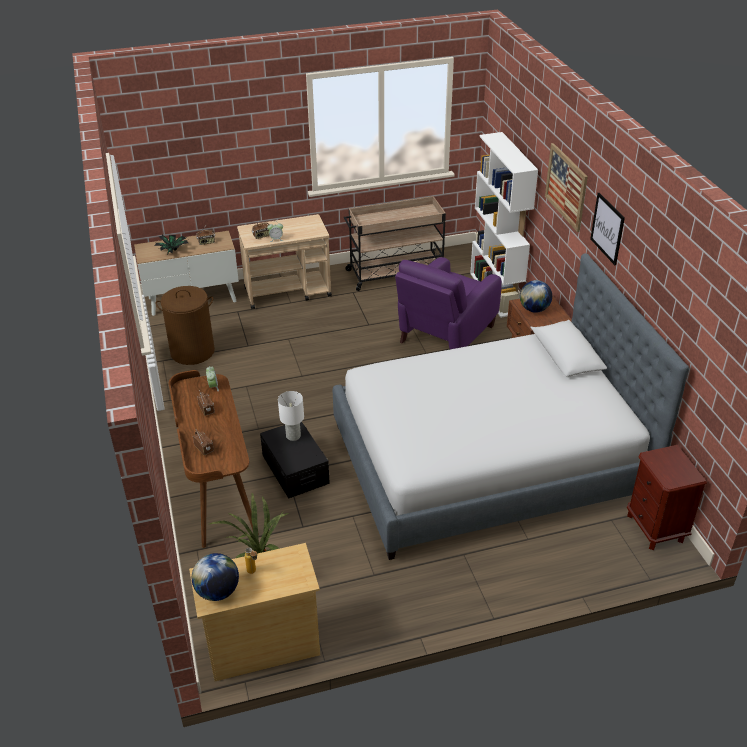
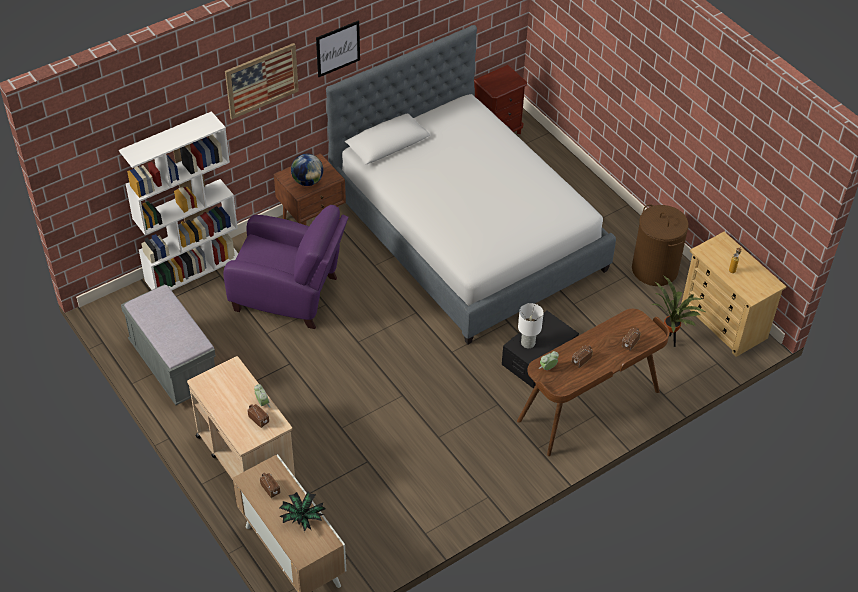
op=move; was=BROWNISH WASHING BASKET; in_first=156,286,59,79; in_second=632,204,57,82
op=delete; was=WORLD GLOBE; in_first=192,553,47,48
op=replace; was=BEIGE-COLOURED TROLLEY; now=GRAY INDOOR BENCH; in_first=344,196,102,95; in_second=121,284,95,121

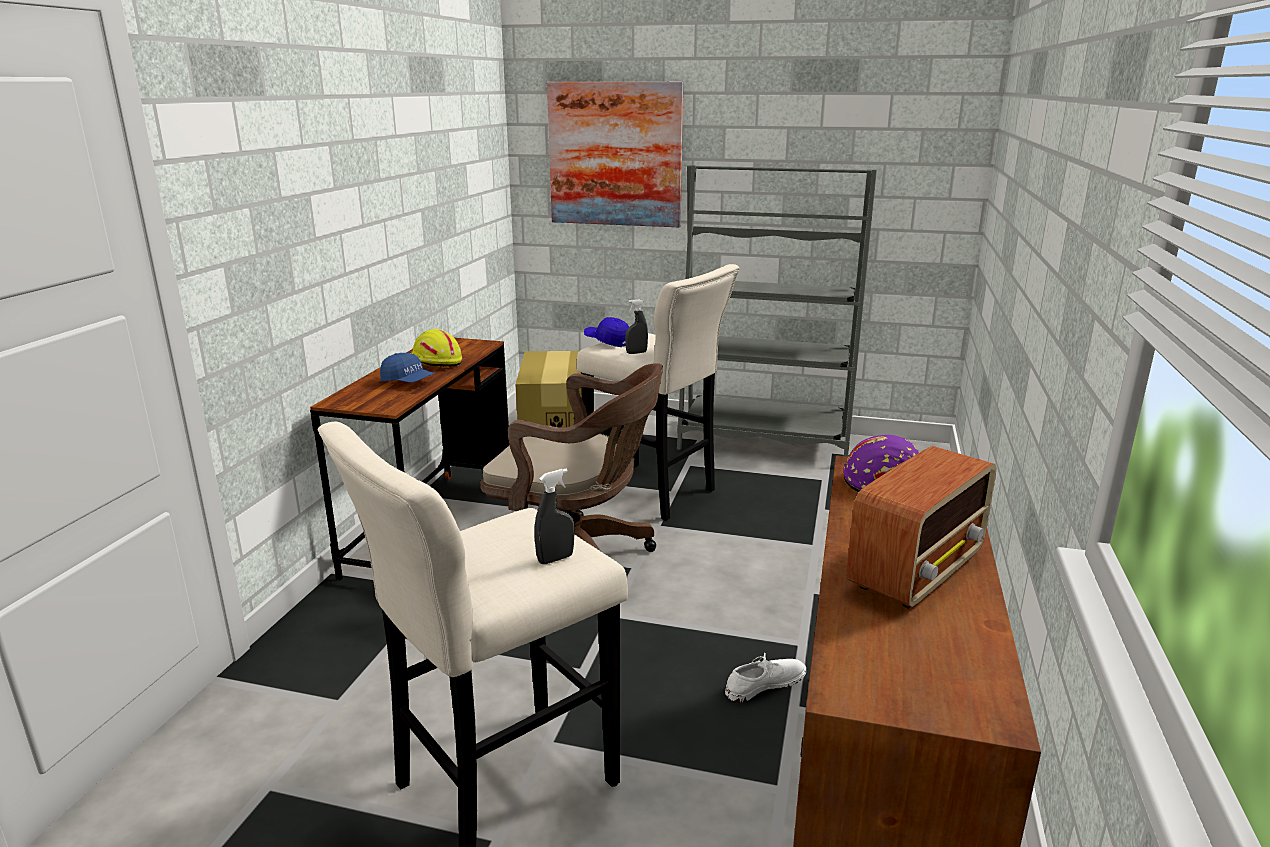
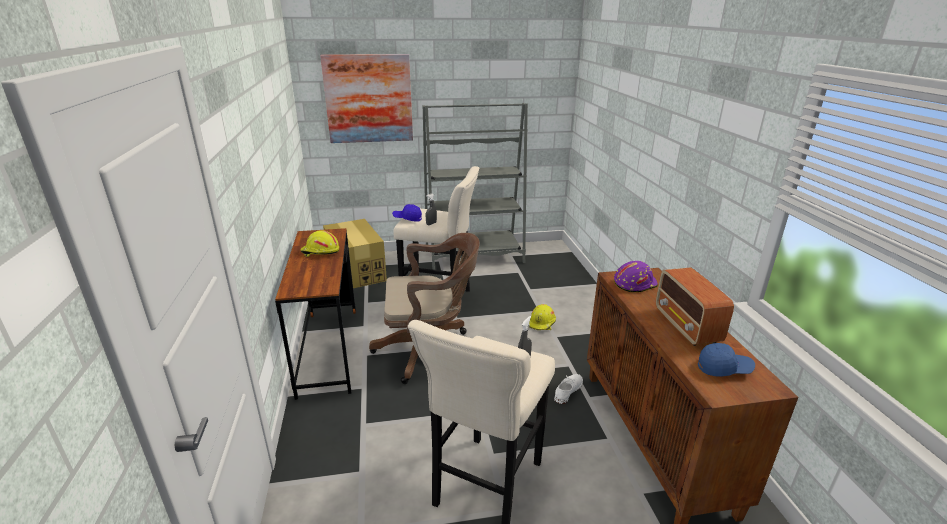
op=move; was=BLUE-COLOURED BASEBALL CAP; in_first=380,353,56,30; in_second=698,343,57,34
op=rotate; was=RADIO RECEIVER; in_first=847,446,150,163; in_second=656,267,78,79; clockwise=150
op=insert; now=YELLOW-COLOURED WORK HELMET; in_second=529,304,27,26

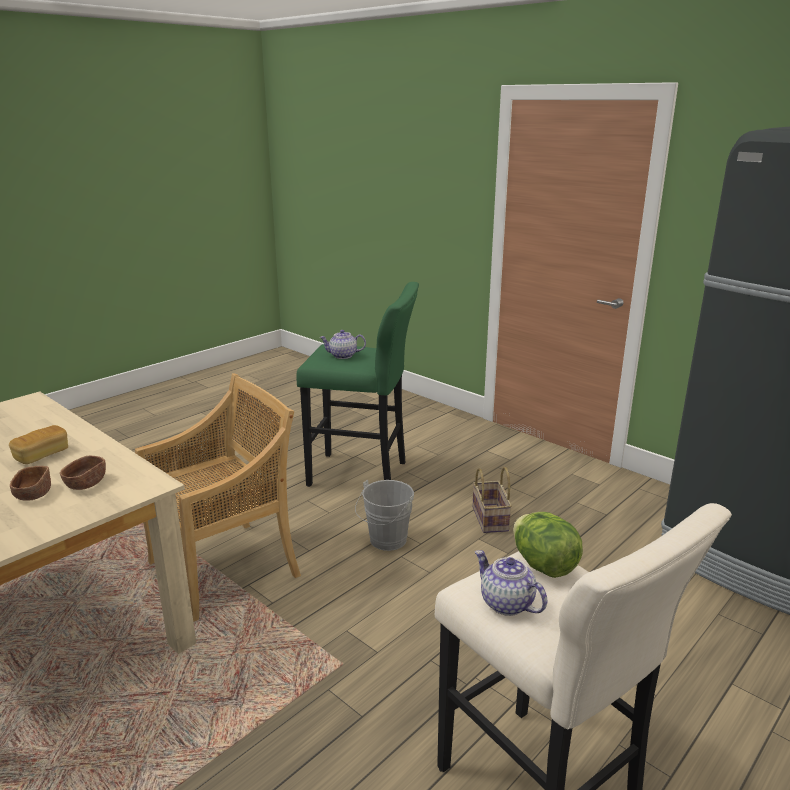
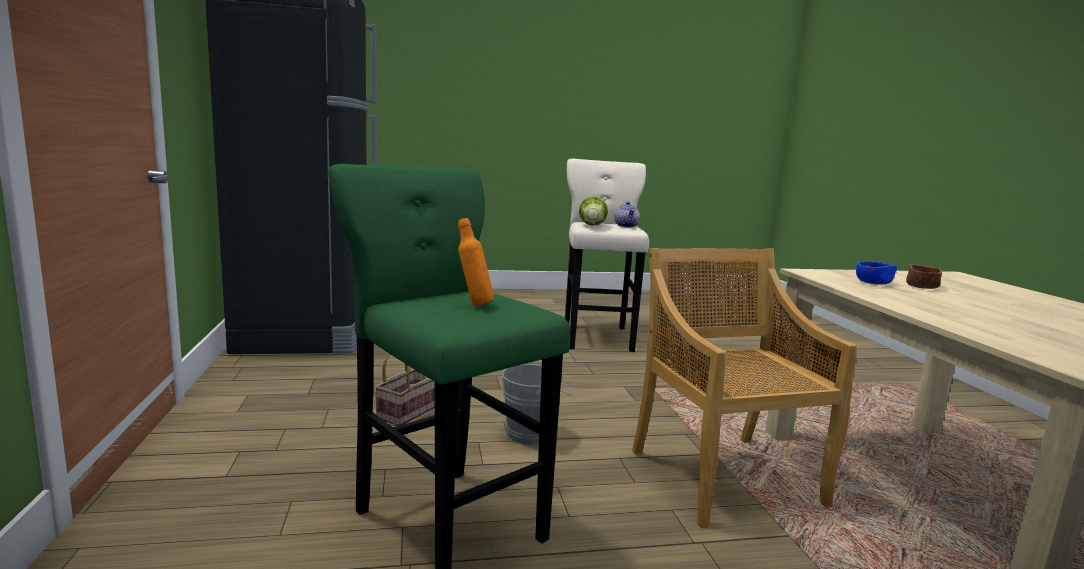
op=delete; was=BAKERY BREAD; in_first=9,425,59,39
op=recolor; was=BROWNISH SERVING BOWL; now=BLUE-COLOURED SERVING BOWL; in_first=60,456,46,34; in_second=856,261,41,24
op=rotate; was=BEIGE-COLOURED UPRIGHT CHAIR; in_first=135,374,166,248; in_second=632,248,225,280; clockwise=75
op=replace; was=TEAPOT; now=ORANGE BEVERAGE BOTTLE; in_first=319,330,47,29; in_second=458,218,36,89

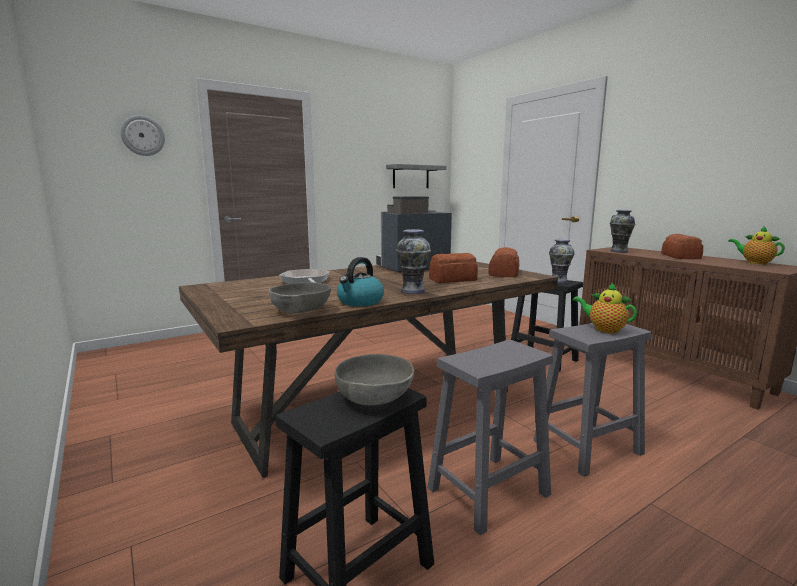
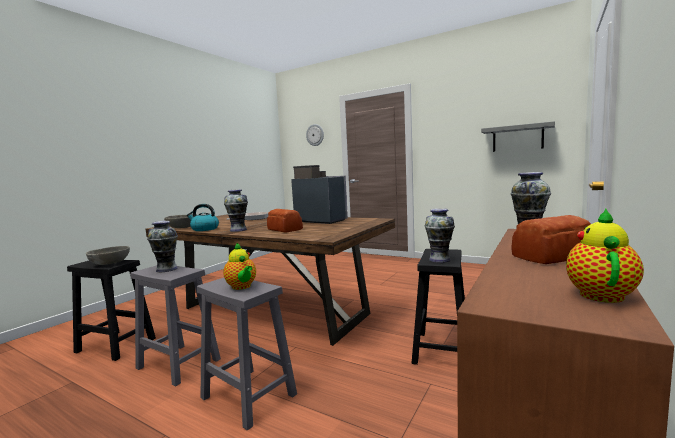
op=delete; was=BAKERY BREAD; in_first=489,247,30,30
op=rotate; was=TEAPOT; in_first=573,282,64,52; in_second=223,243,33,47; clockwise=135
op=insert; now=DECORATIVE VASE; in_second=147,221,31,51

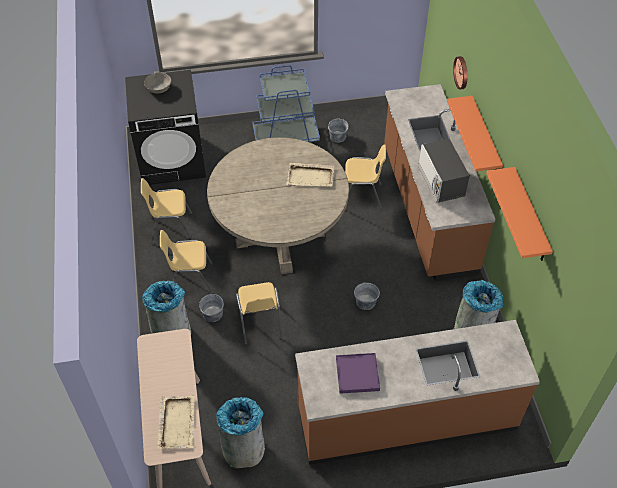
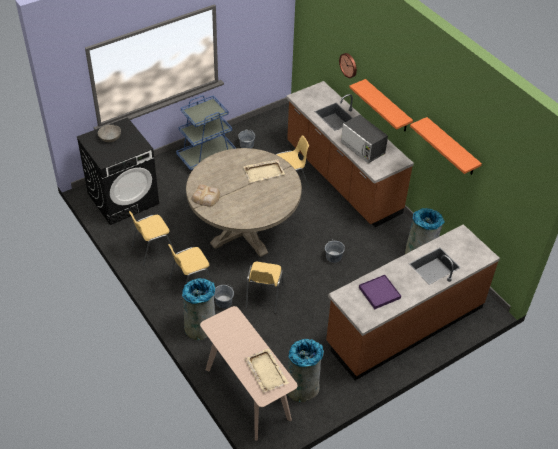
op=rotate; was=YELLOW-COLOURED UPRIGHT CHAIR; in_first=236,282,46,63; in_second=246,262,38,52; clockwise=45
op=insert; now=BAKERY BREAD; in_second=191,184,29,23

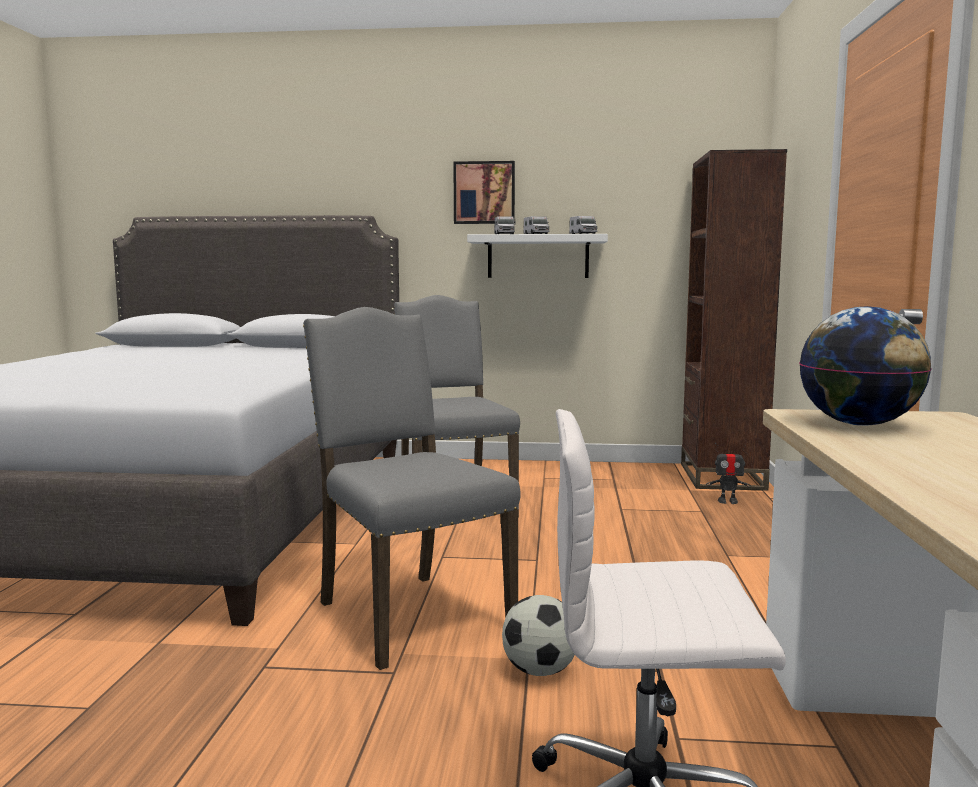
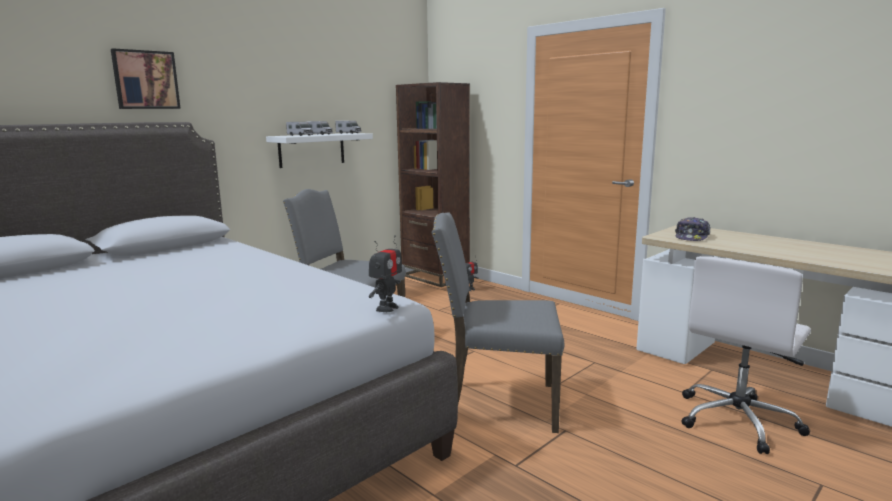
op=move; was=WALL ART; in_first=453,161,62,63; in_second=111,48,70,61
op=delete; was=FOOTBALL; in_first=502,595,73,81
op=replace; was=WORLD GLOBE; now=BASEBALL CAP; in_first=799,306,133,120; in_second=675,217,35,24
op=insert; now=MODEL ROBOT; in_second=369,236,33,76

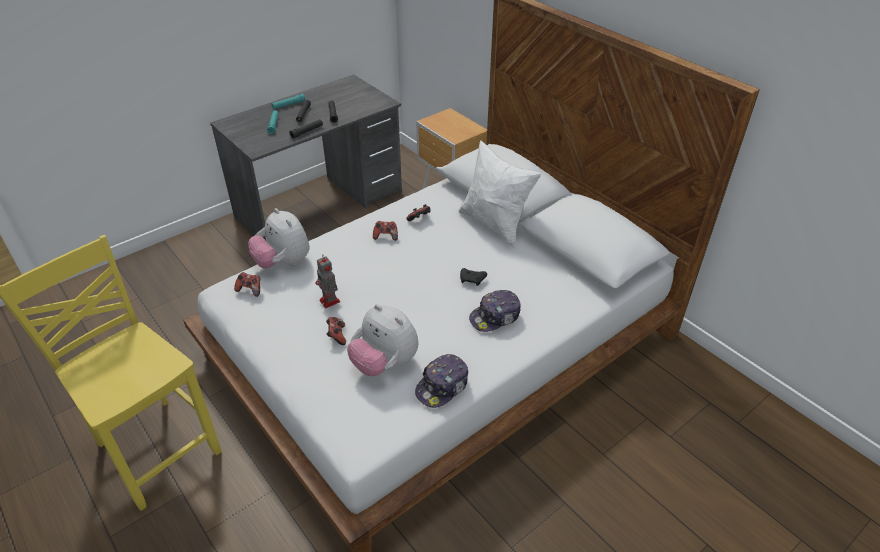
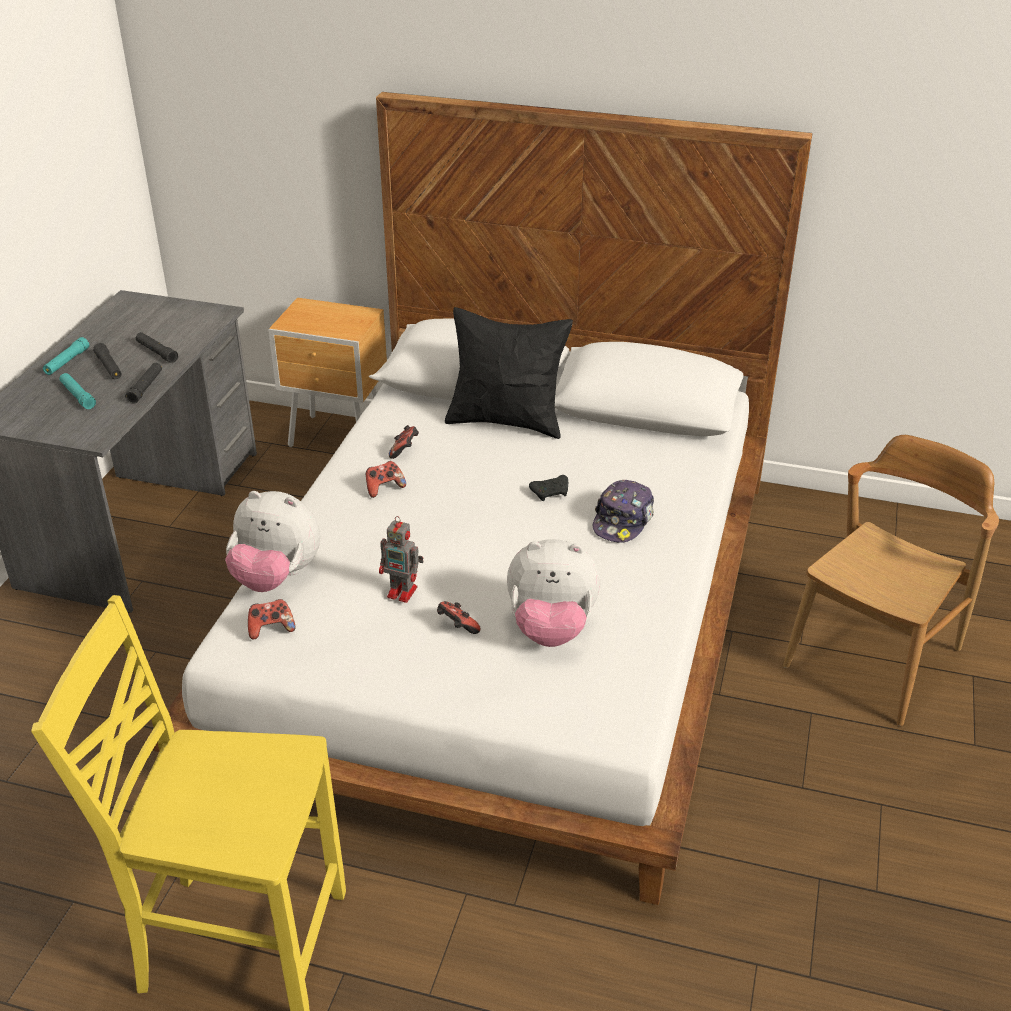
op=delete; was=BASEBALL CAP; in_first=415,354,53,54
op=recolor; was=WHITE-COLOURED CUSHION; now=BLACK-COLOURED CUSHION; in_first=459,141,82,107; in_second=445,307,128,132
op=insert; now=BROWNISH UPRIGHT CHAIR; in_second=783,435,216,291

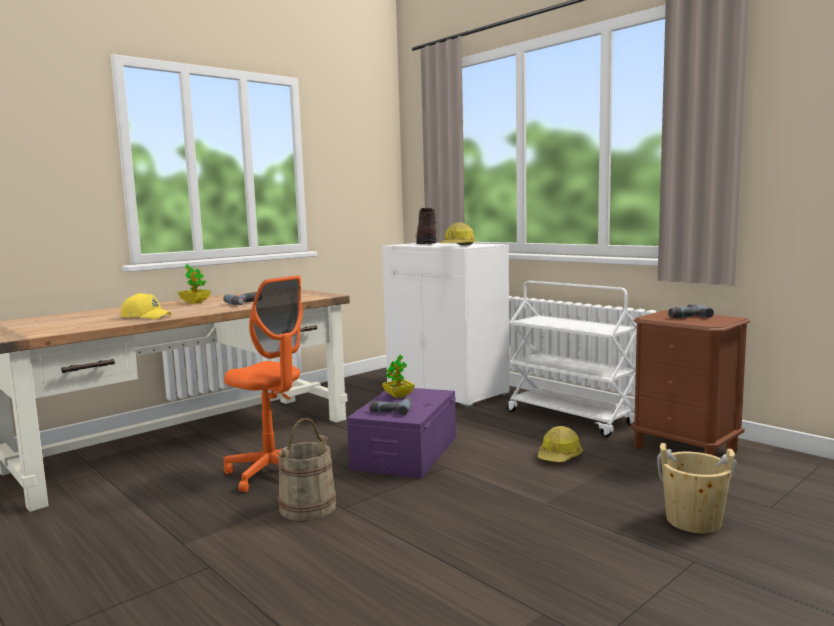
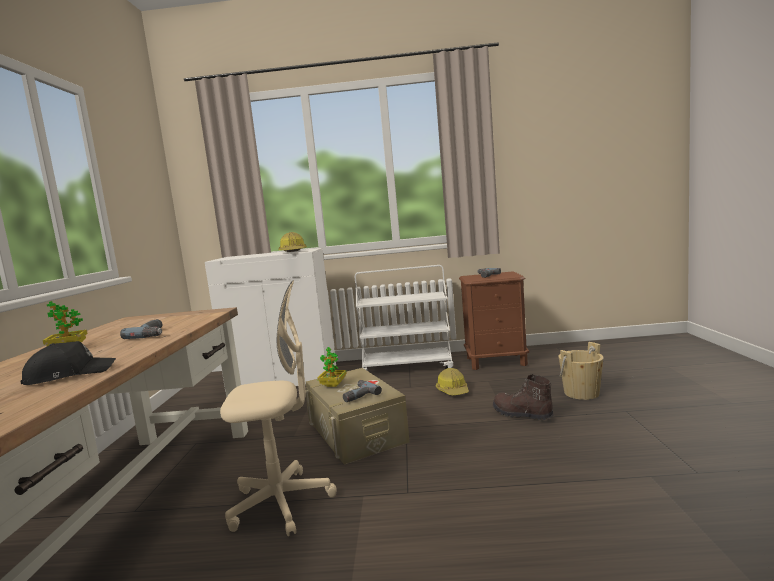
op=recolor; was=YELLOW-COLOURED BASEBALL CAP; now=BLACK-COLOURED BASEBALL CAP; in_first=121,293,50,26; in_second=20,341,96,44
op=recolor; was=ORANGE OFFICE CHAIR; now=BEIGE-COLOURED OFFICE CHAIR; in_first=224,275,79,218; in_second=220,280,116,256
op=delete; was=BEIGE-COLOURED PAIL; in_first=278,418,58,103
op=recolor; was=PURPLE STORAGE CONTAINER; now=BEIGE-COLOURED STORAGE CONTAINER; in_first=347,388,109,91; in_second=306,368,104,97
op=move; was=BROWNISH BOOT; in_first=416,208,20,36; in_second=493,374,61,46

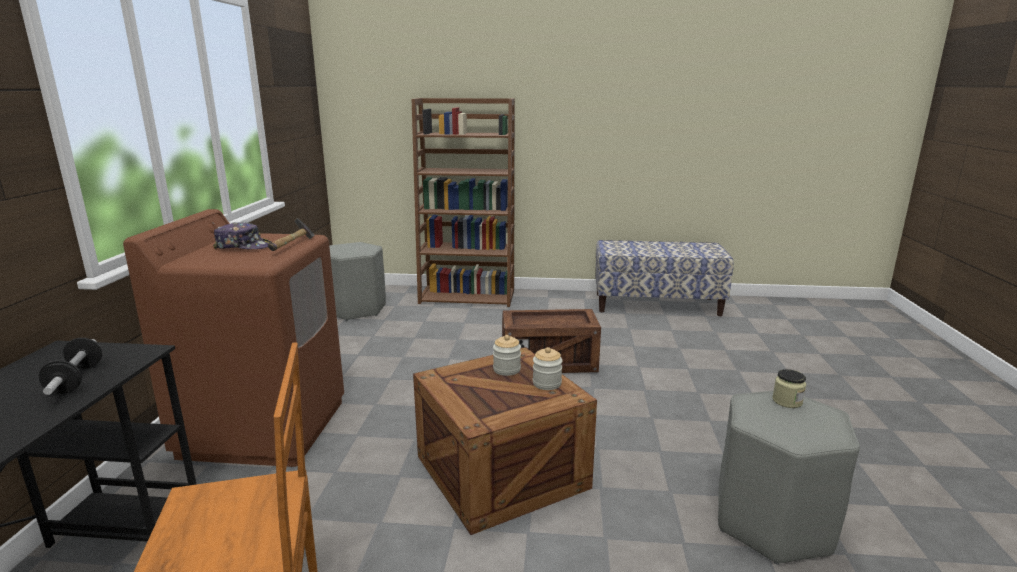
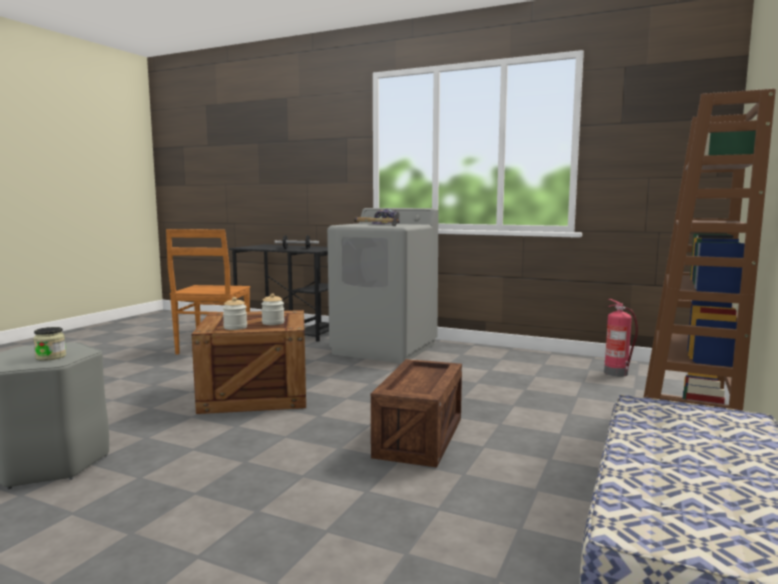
op=recolor; was=BROWNISH LAUNDRY MACHINE; now=GRAY LAUNDRY MACHINE; in_first=123,209,221,258; in_second=327,208,111,156
op=replace; was=GRAY SITTING STOOL; now=FIRE EXTINGUISHER; in_first=329,242,57,79; in_second=604,299,34,78

